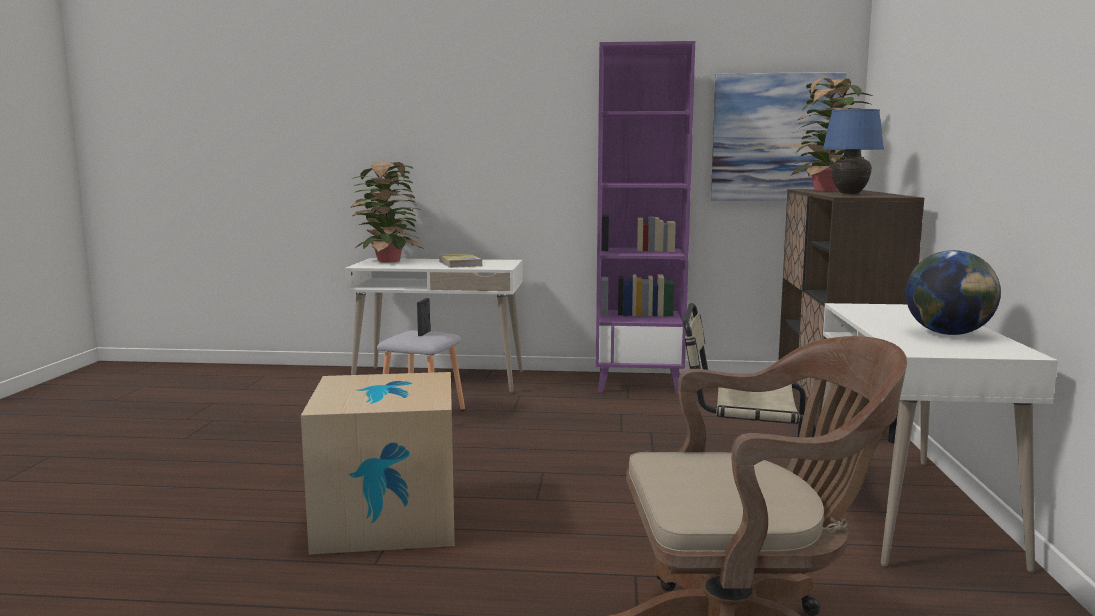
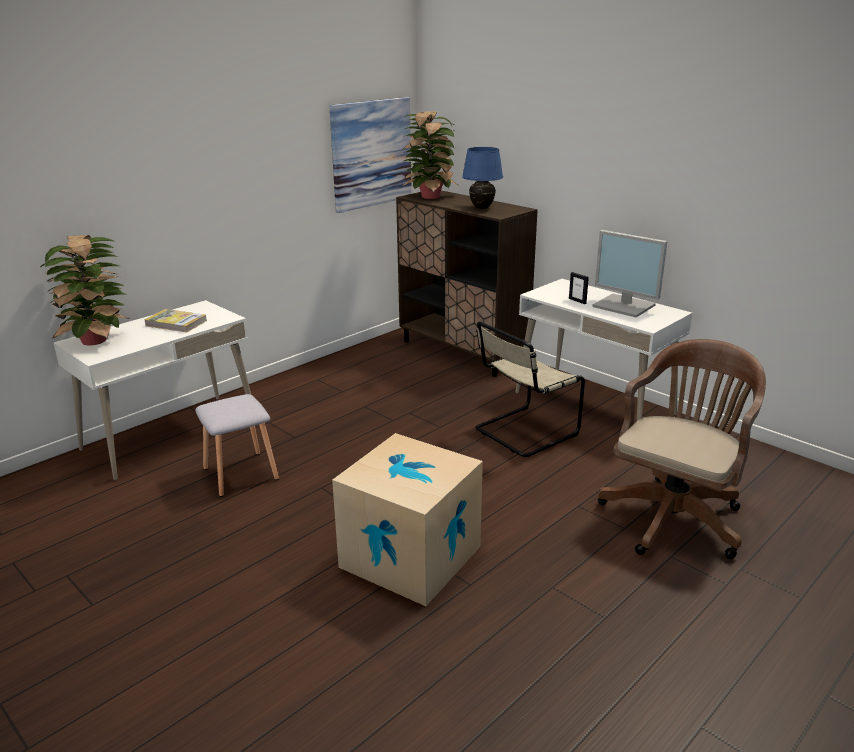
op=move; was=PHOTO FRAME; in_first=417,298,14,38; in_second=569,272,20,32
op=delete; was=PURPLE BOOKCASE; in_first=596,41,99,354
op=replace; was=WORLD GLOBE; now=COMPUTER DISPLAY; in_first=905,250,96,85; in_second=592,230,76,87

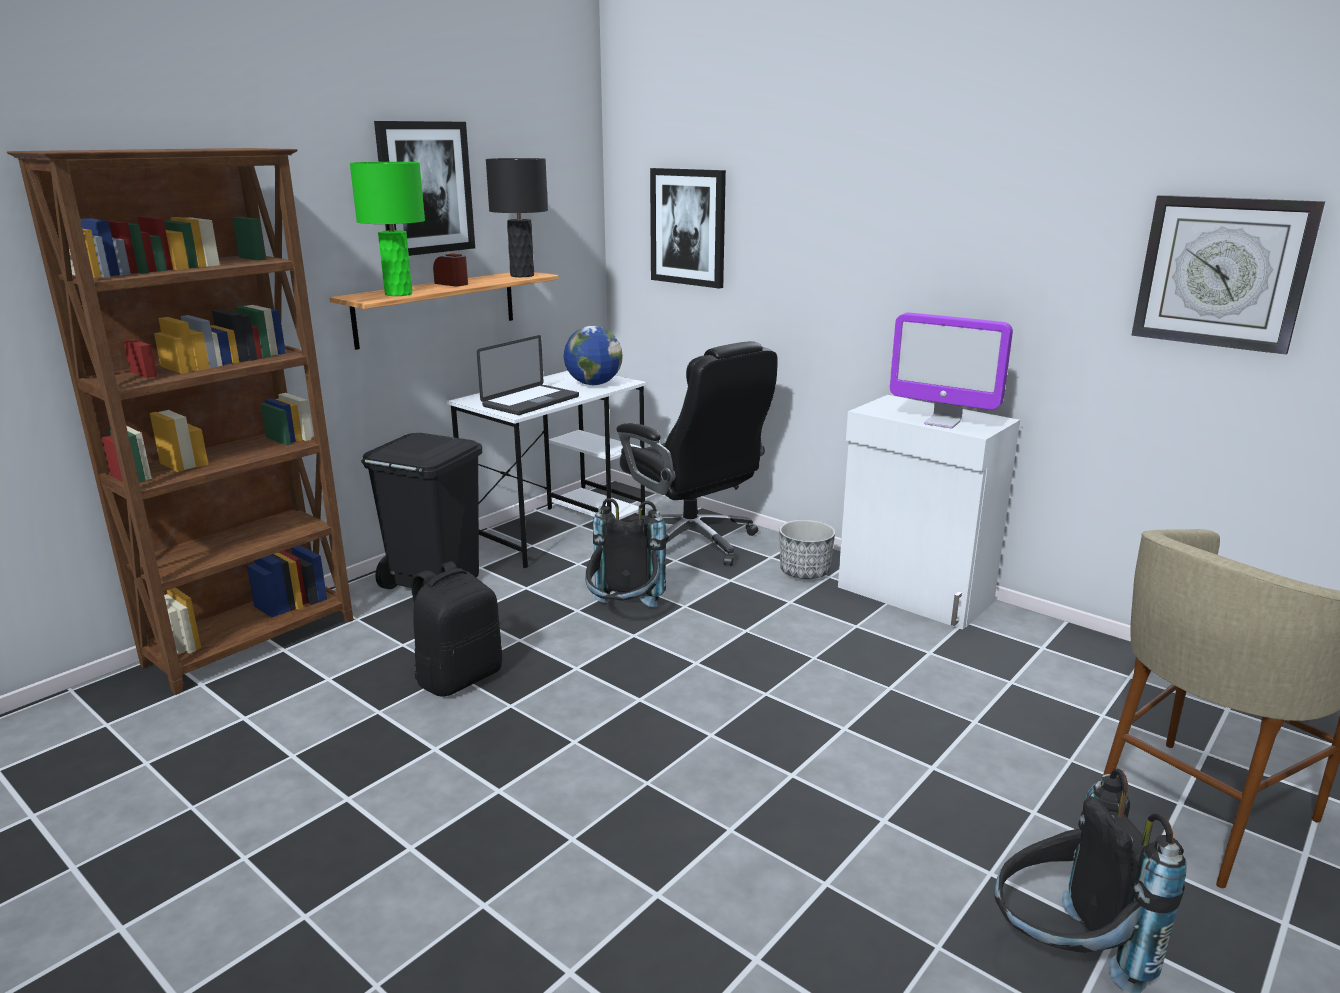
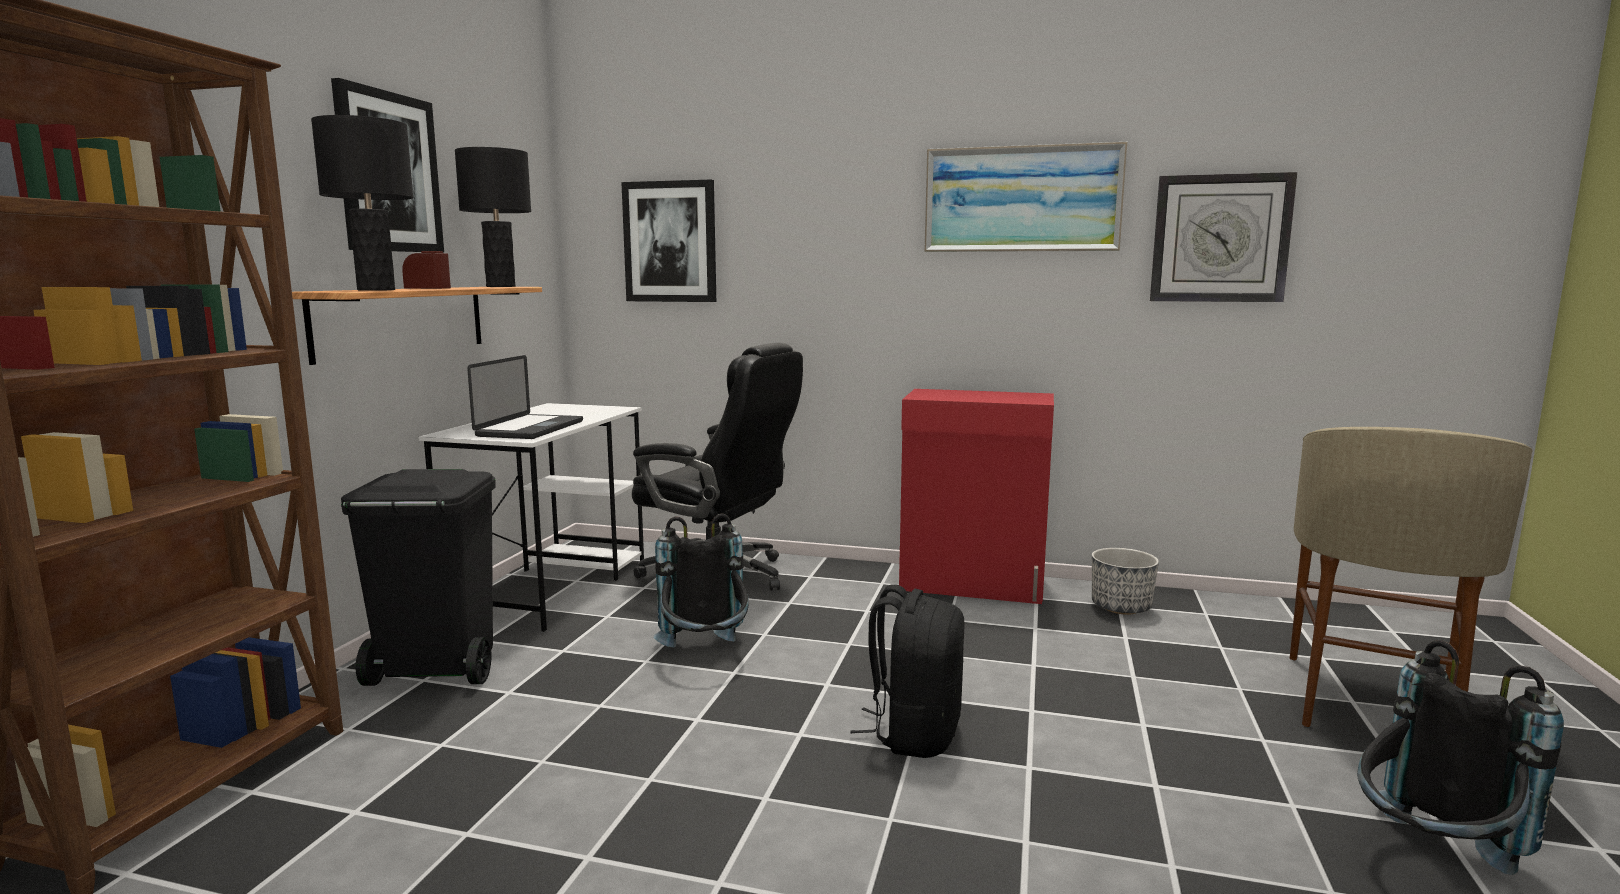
op=recolor; was=GREEN-COLOURED LAMP FOR A TABLE; now=BLACK-COLOURED LAMP FOR A TABLE; in_first=350,162,75,134; in_second=311,115,102,176
op=move; was=BLACK-COLOURED BACKPACK; in_first=411,561,91,136; in_second=850,584,114,174
op=delete; was=WORLD GLOBE; in_first=564,326,59,59
op=move; was=PLANT POT; in_first=779,520,56,59; in_second=1092,548,67,67
op=recolor; was=WHITE-COLOURED CABINET; now=RED CABINET; in_first=838,395,182,235; in_second=899,389,155,215
op=delete; was=COMPUTER DISPLAY; in_first=890,312,123,116
op=insert; now=WALL ART; in_second=924,142,204,110

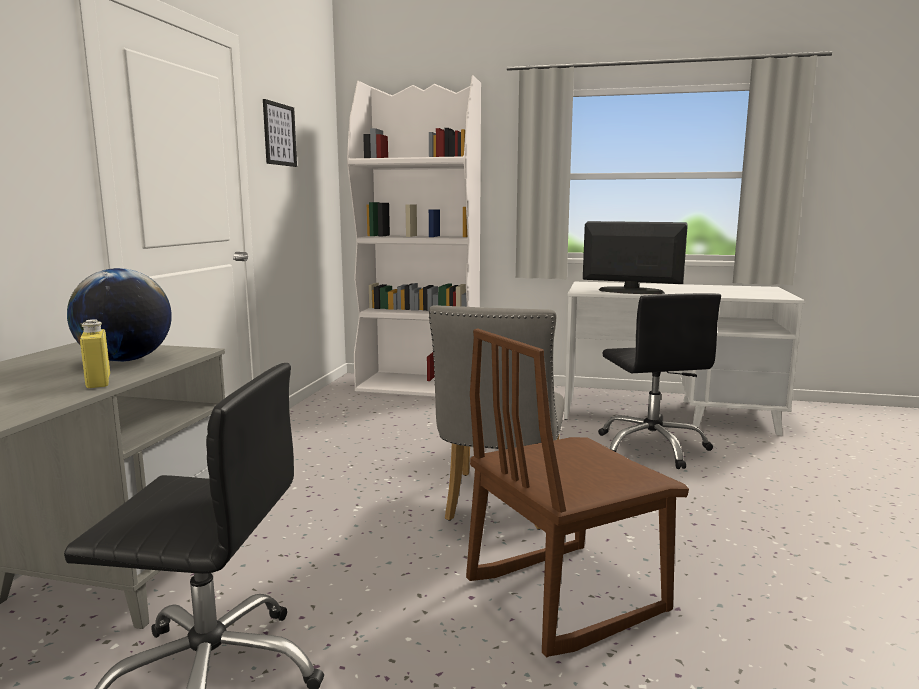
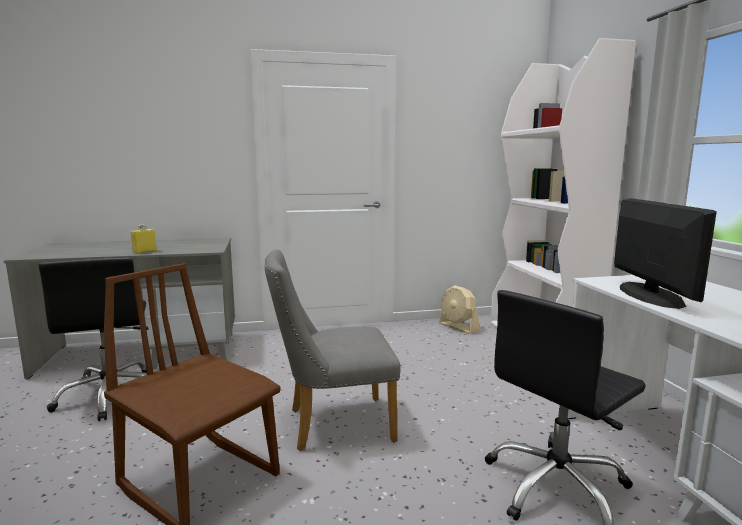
op=delete; was=WORLD GLOBE; in_first=67,268,105,94
op=delete; was=WALL ART; in_first=263,99,34,68
op=insert; now=BEIGE-COLOURED COOLING FAN; in_second=439,285,41,49

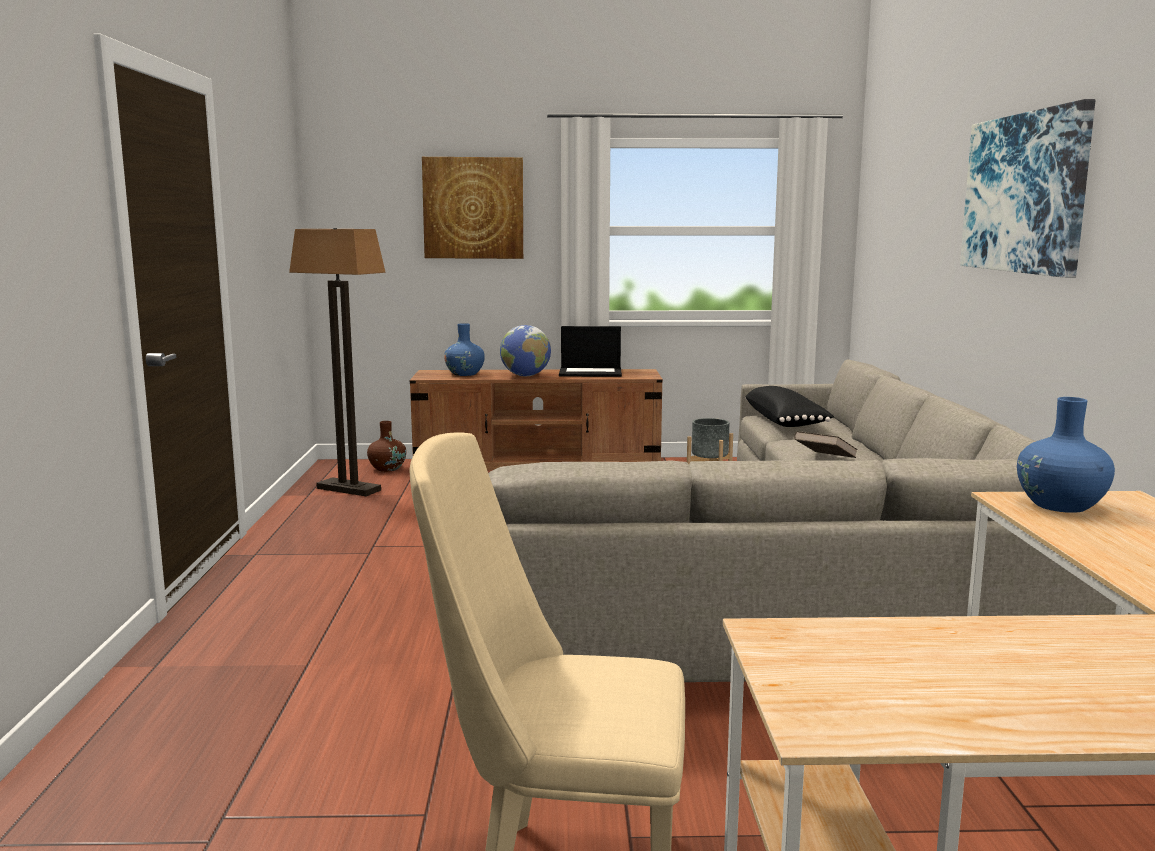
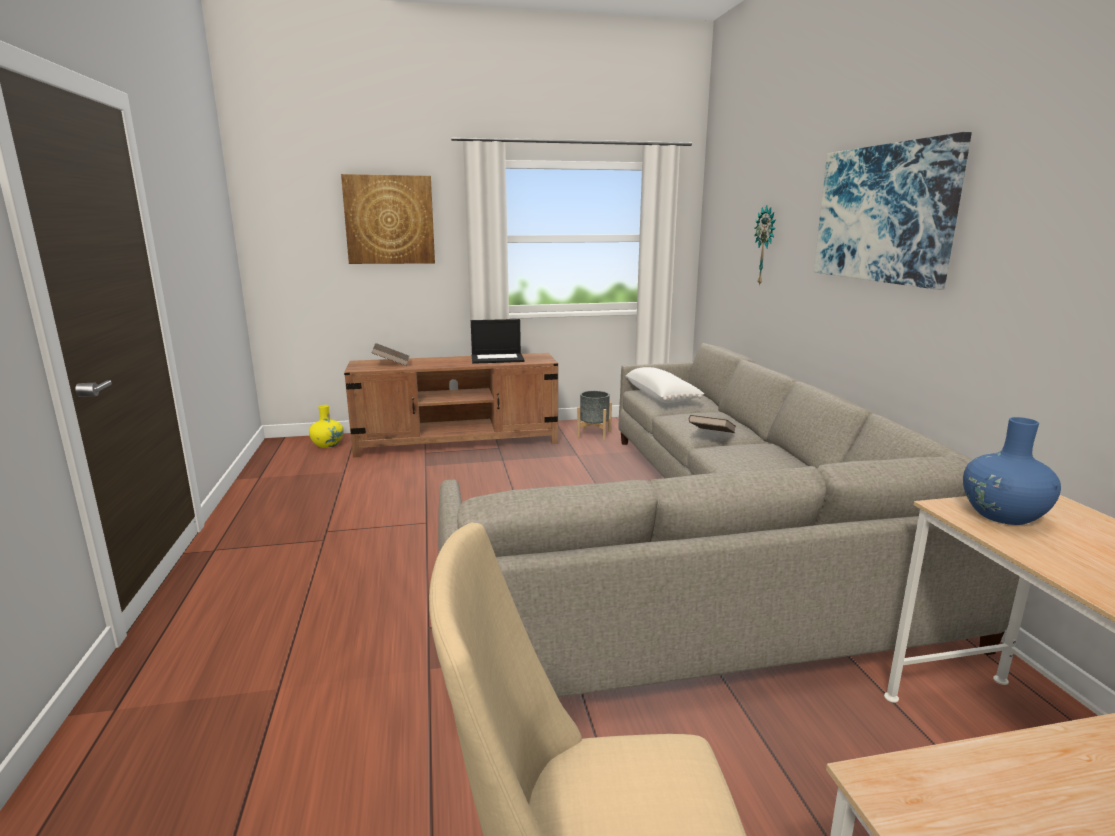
op=delete; was=STANDING LAMP; in_first=289,228,97,268
op=recolor; was=BROWNISH DECORATIVE VASE; now=YELLOW-COLOURED DECORATIVE VASE; in_first=367,421,39,51; in_second=309,405,35,43
op=replace; was=BLUE-COLOURED DECORATIVE VASE; now=BROWNISH VOLUME; in_first=444,323,41,53; in_second=372,343,37,23
op=delete; was=WORLD GLOBE; in_first=500,325,51,51
op=recolor; was=BLACK-COLOURED CUSHION; now=WHITE-COLOURED CUSHION; in_first=745,386,89,41; in_second=626,367,78,36
op=insert; now=CLOCK ON THE WALL; in_second=754,206,22,80

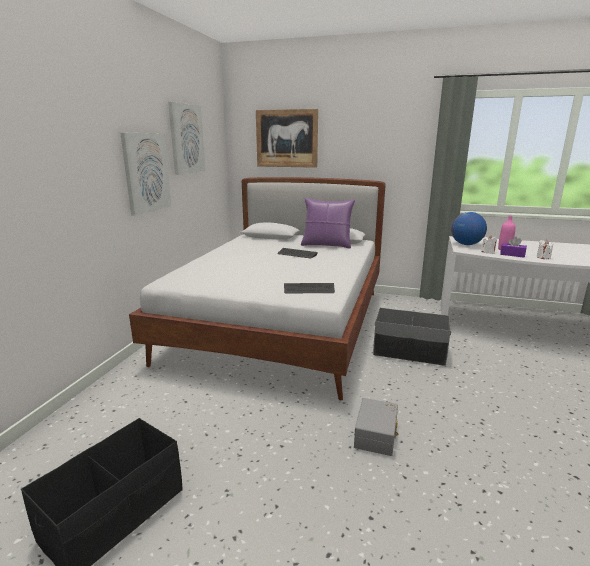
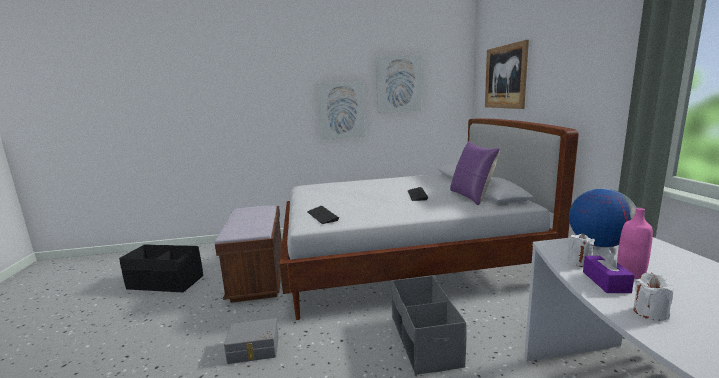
op=insert; now=BROWNISH INDOOR BENCH; in_second=215,206,67,97

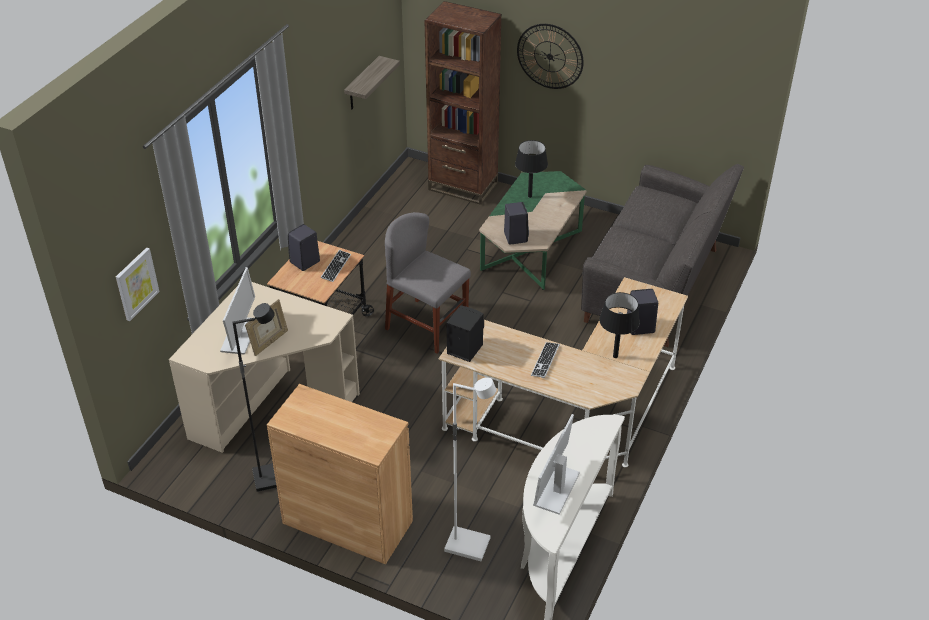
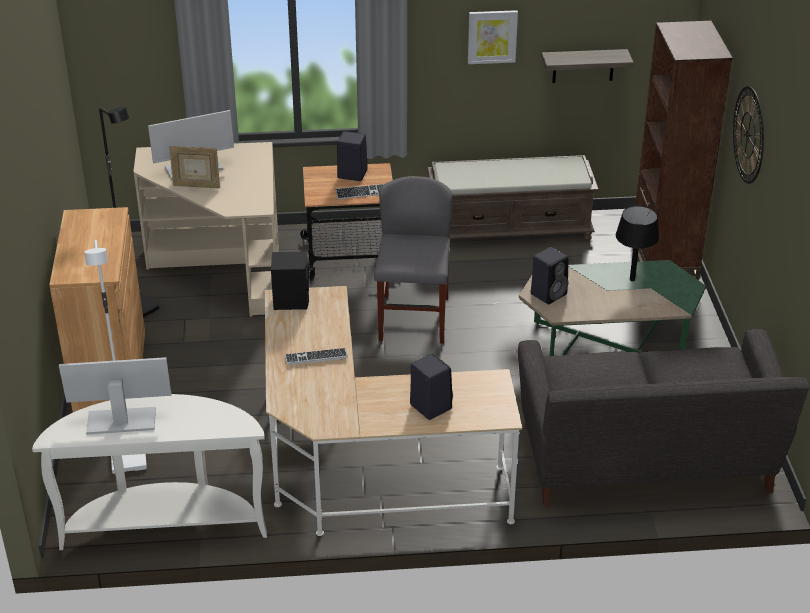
op=move; was=WALL ART; in_first=116,248,44,73; in_second=468,10,50,54
op=delete; was=BLACK-COLOURED LAMP FOR A TABLE; in_first=599,292,41,66
op=insert; now=BROWNISH INDOOR BENCH; in_second=428,155,171,86

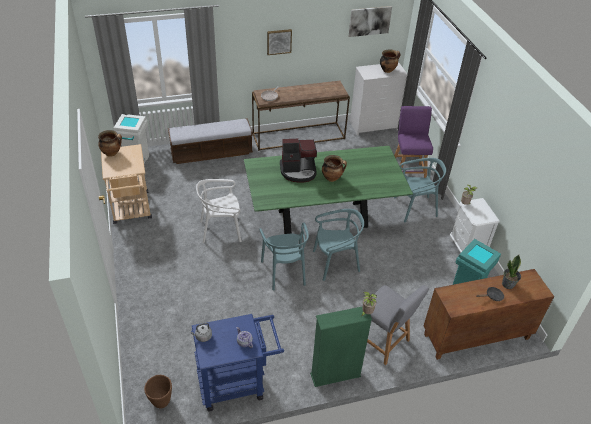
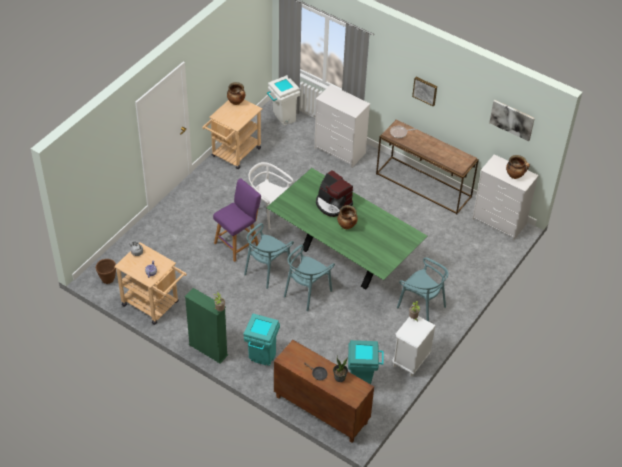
op=replace; was=INDOOR BENCH; now=WHITE-COLOURED DRAWER CHEST; in_first=168,118,85,46; in_second=314,85,56,83
op=recolor; was=BLUE-COLOURED TROLLEY; now=BEIGE-COLOURED TROLLEY; in_first=191,314,93,97; in_second=114,242,73,83
op=rotate; was=BLUE-GREEN UPRIGHT CHAIR; in_first=313,209,51,72; in_second=284,245,51,66; clockwise=90
op=replace; was=GRAY SITTING STOOL; now=BLUE-GREEN WASTE BIN; in_first=361,285,68,80; in_second=243,314,37,52
op=move; was=PURPLE SITTING STOOL; in_first=394,106,39,72; in_second=213,178,48,84

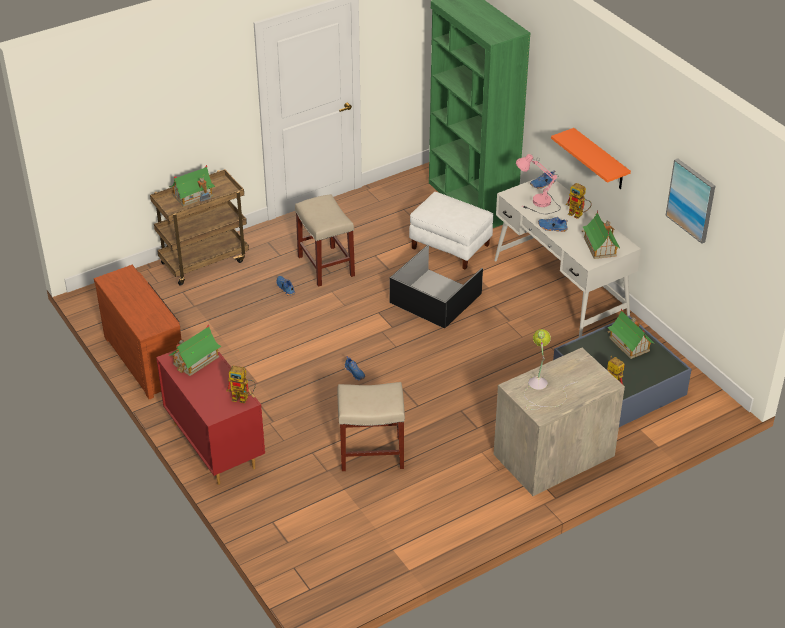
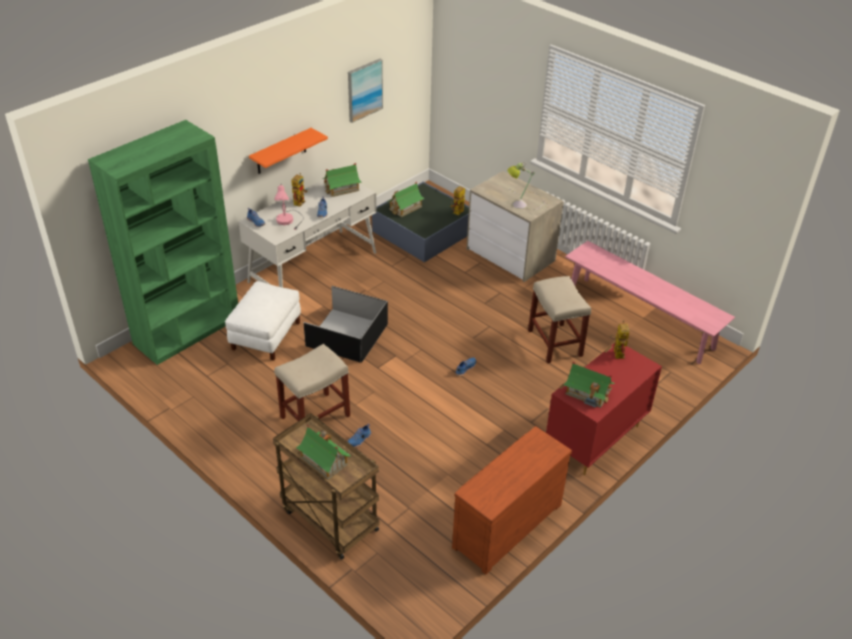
op=insert; now=PINK INDOOR BENCH; in_second=565,241,170,123

